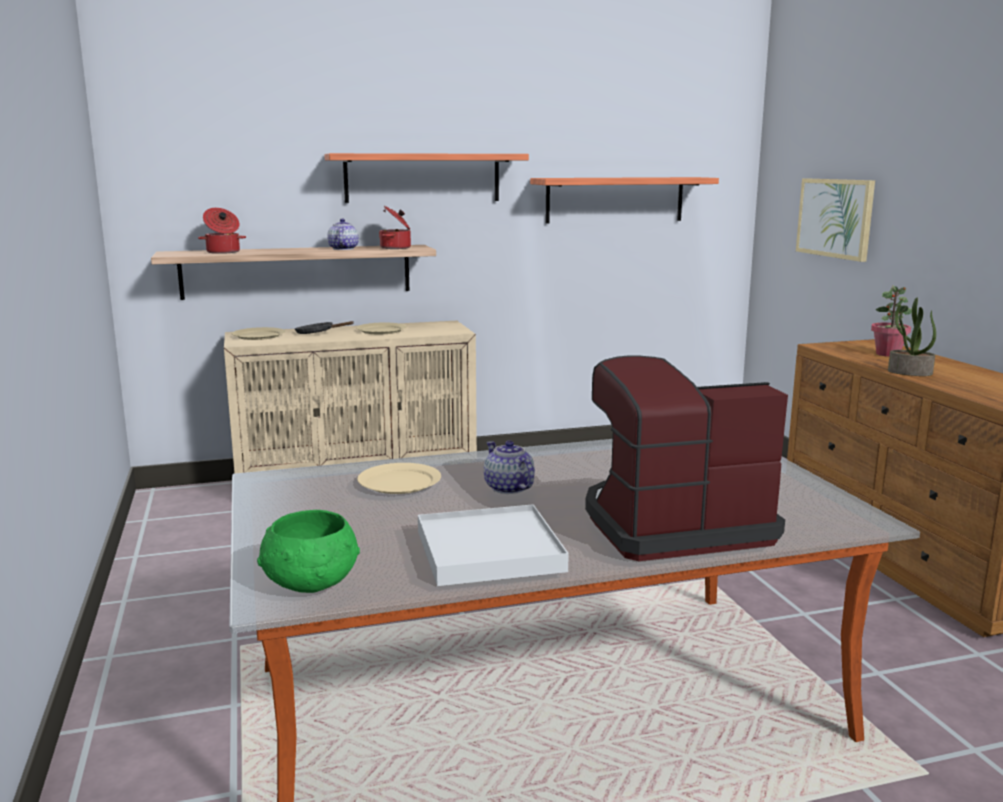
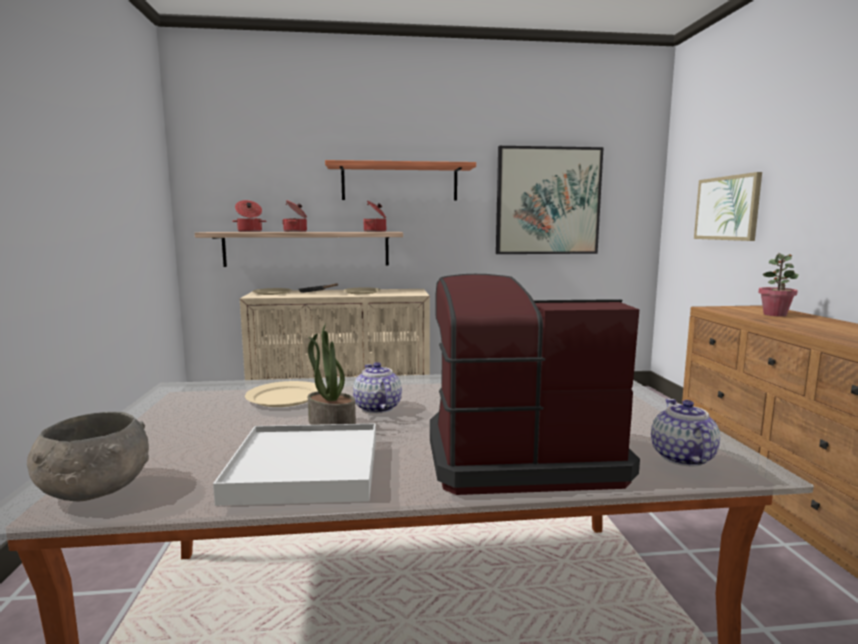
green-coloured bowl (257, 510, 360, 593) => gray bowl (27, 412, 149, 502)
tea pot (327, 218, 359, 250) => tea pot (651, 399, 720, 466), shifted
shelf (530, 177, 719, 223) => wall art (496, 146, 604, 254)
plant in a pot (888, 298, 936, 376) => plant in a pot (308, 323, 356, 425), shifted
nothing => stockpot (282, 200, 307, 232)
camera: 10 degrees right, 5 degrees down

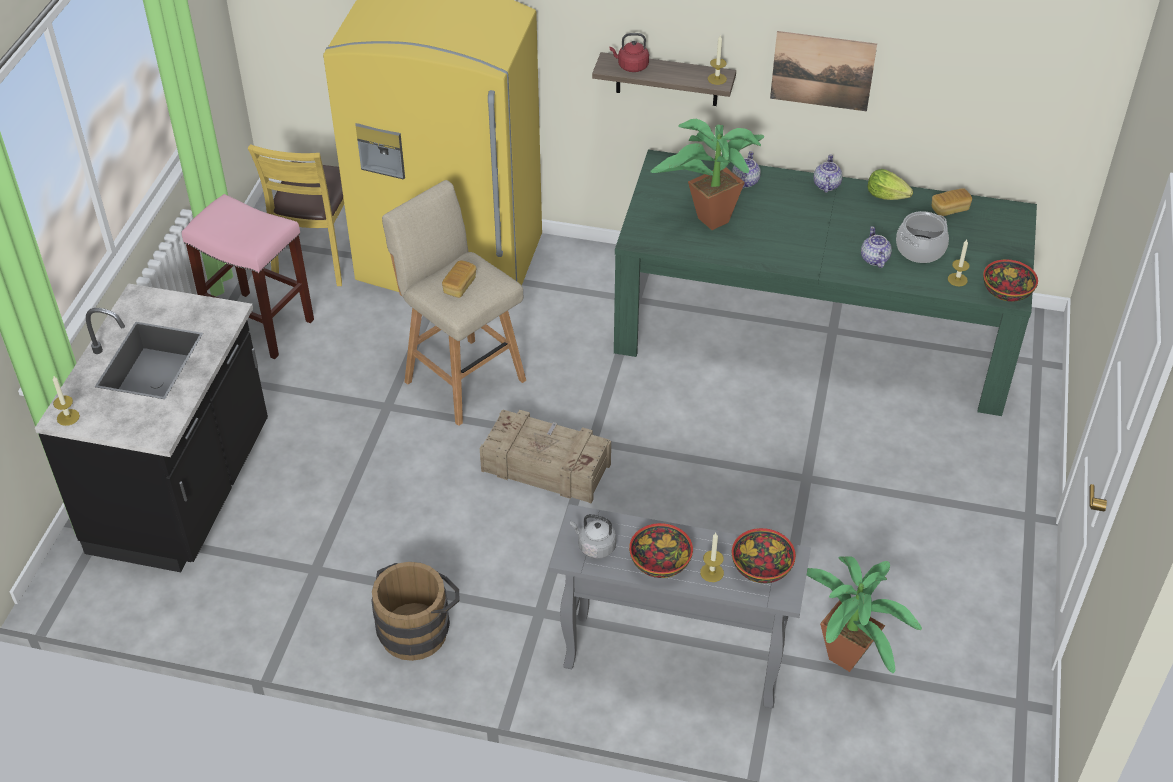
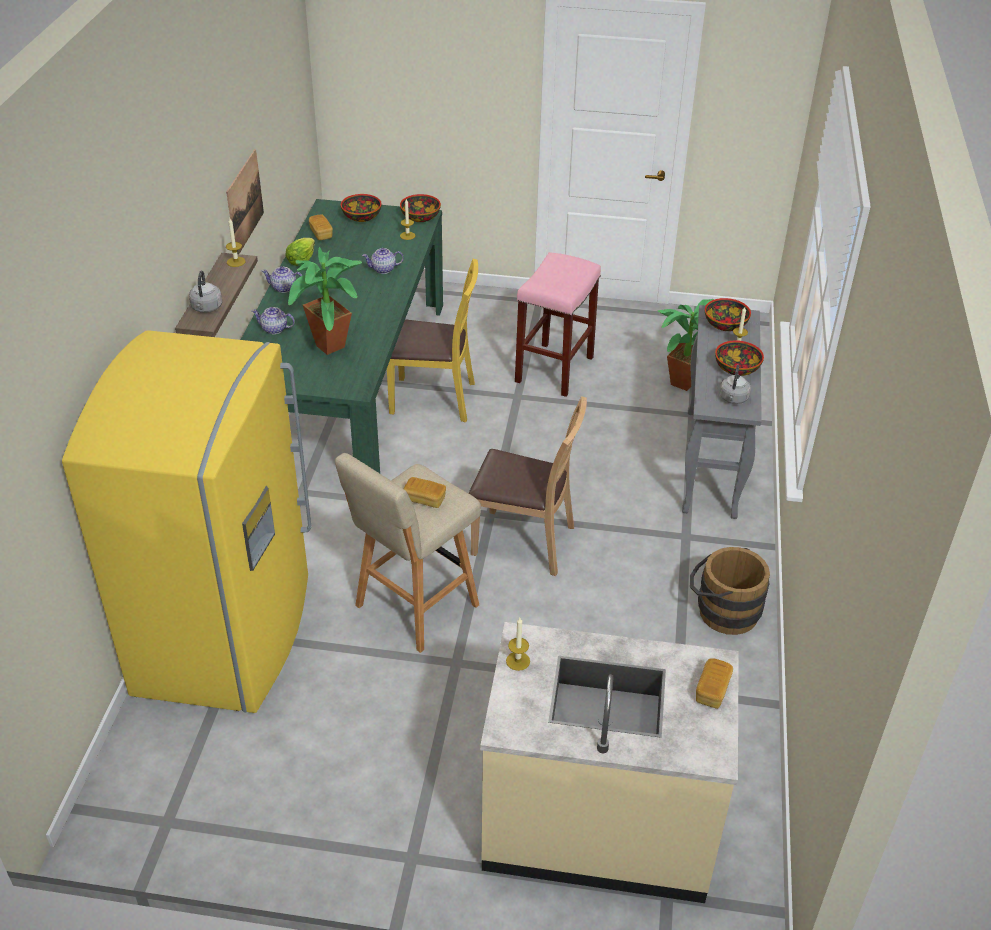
black-coloured kitchen counter (35, 283, 268, 572) => sand-coloured kitchen counter (480, 622, 739, 903)
wax candle (53, 376, 80, 426) => wax candle (506, 618, 530, 671), shifted
pinkish stool (182, 194, 314, 359) => pinkish stool (515, 252, 601, 397), shifted
yellowish plain chair (247, 144, 344, 286) => yellowish plain chair (387, 259, 478, 422), shifted
packing crate (480, 410, 611, 503) => brown plain chair (469, 396, 587, 576)
red-coloured tea kettle (610, 33, 649, 72) => gray tea kettle (189, 271, 222, 313)
stockpot (896, 211, 949, 263) => nothing
nothing => bowl (341, 194, 382, 222)
nothing => baked bread (696, 658, 733, 709)
camera: 95 degrees left, 5 degrees down

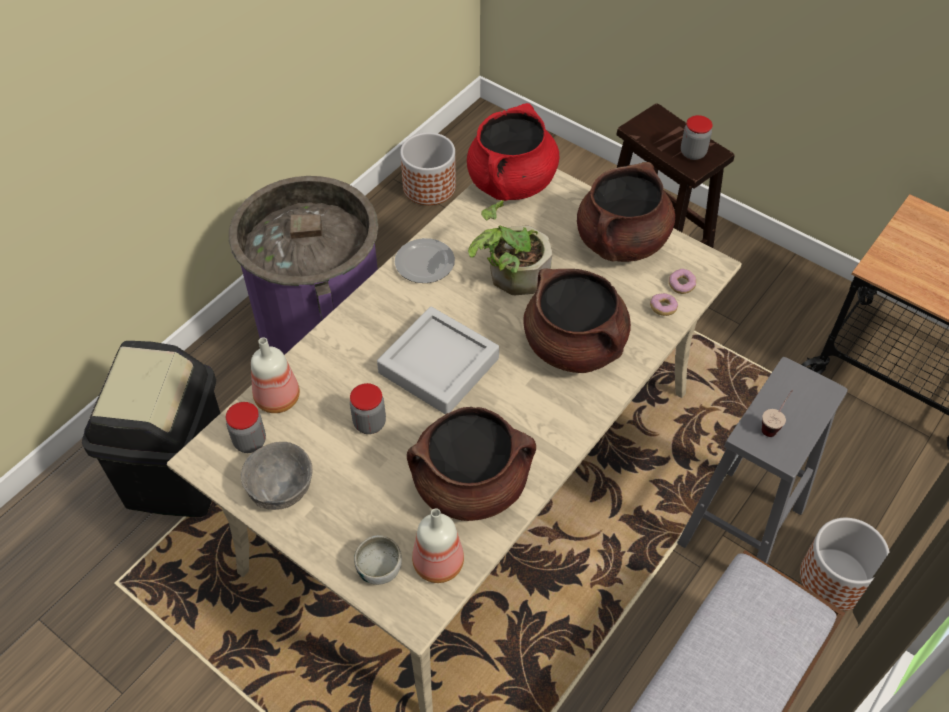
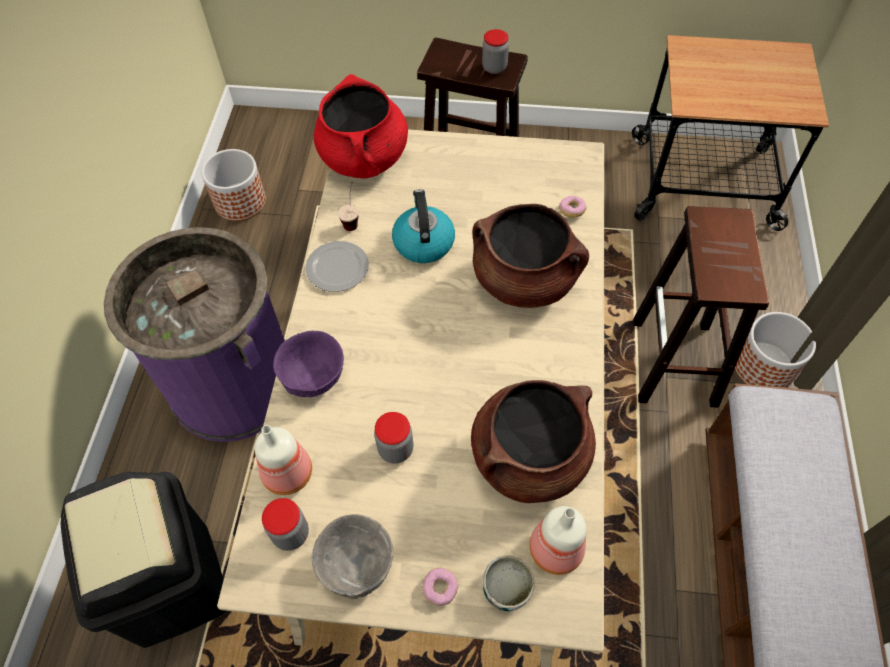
gray carrying tray (377, 307, 499, 414) => nothing
plant in a pot (468, 200, 552, 295) => tea kettle (392, 189, 455, 263)
brown stockpot (577, 162, 675, 262) => nothing
donut (669, 269, 696, 294) => donut (422, 568, 458, 606), shifted
gray stool (677, 357, 848, 563) => brown stool (633, 206, 769, 408)
cup (762, 389, 793, 437) => cup (338, 182, 359, 231), shifted
nothing => purplish bowl (273, 331, 344, 397)
camera: 30 degrees left, 5 degrees up

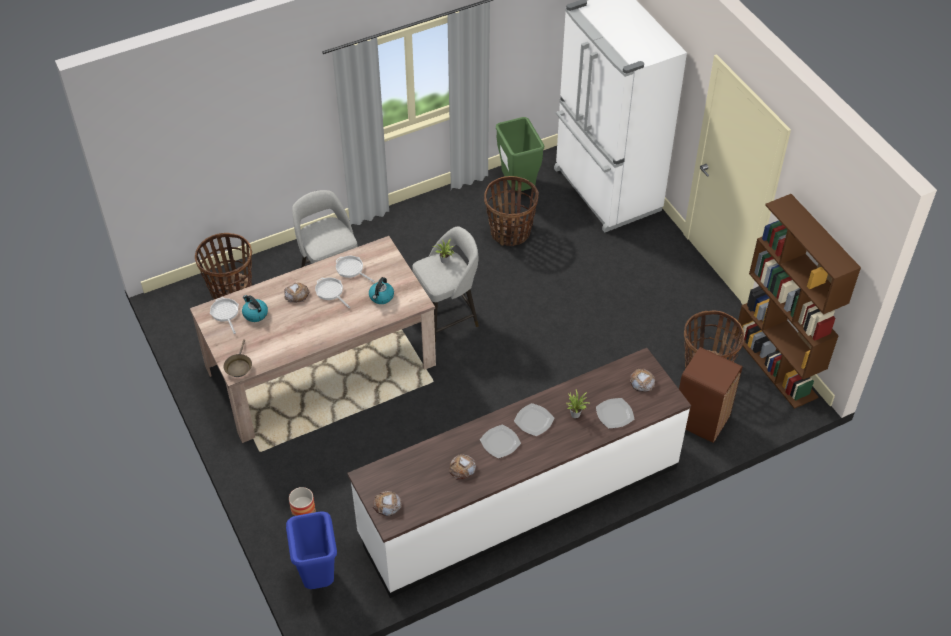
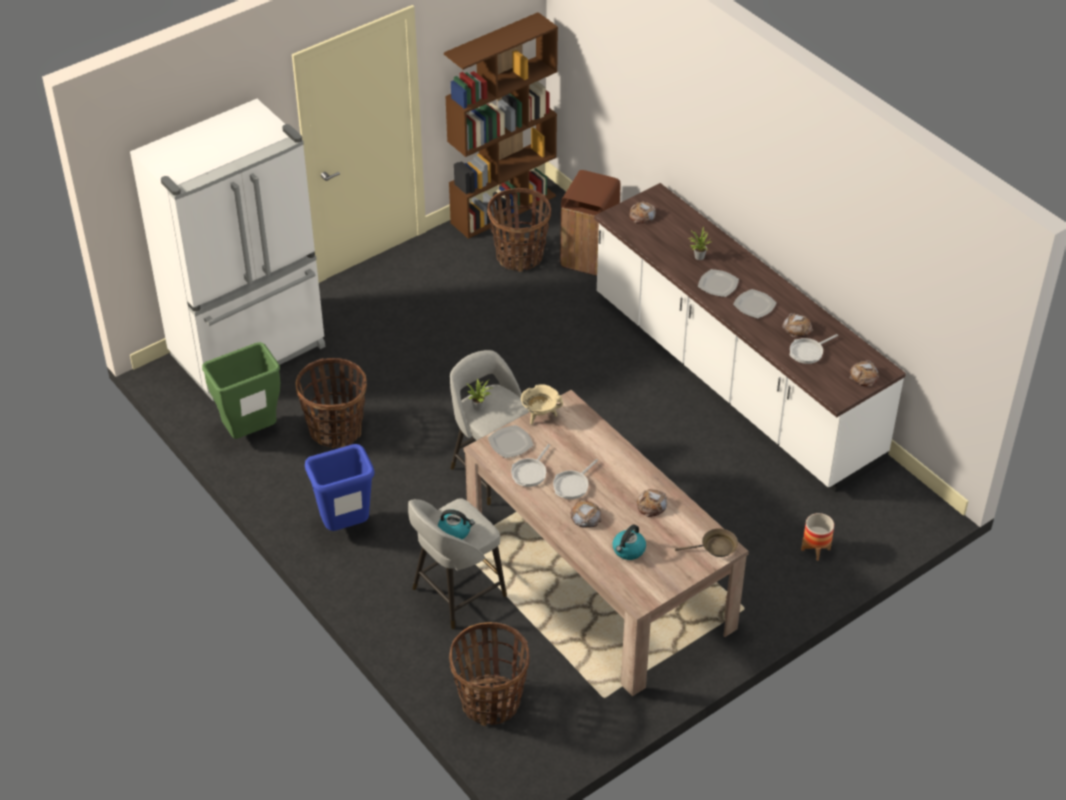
skillet (210, 297, 239, 334) => skillet (789, 334, 838, 364), shifted
bluish rubbish bin (286, 511, 337, 589) => bluish rubbish bin (305, 444, 375, 531), shifted
tea kettle (369, 277, 394, 304) => tea kettle (438, 509, 475, 539), shifted
flat dish (596, 398, 634, 428) => flat dish (488, 425, 533, 458), shifted
nothing => sand-coloured stockpot (521, 384, 563, 425)
nothing => baked bread (637, 489, 667, 517)
camera: 100 degrees left, 5 degrees down

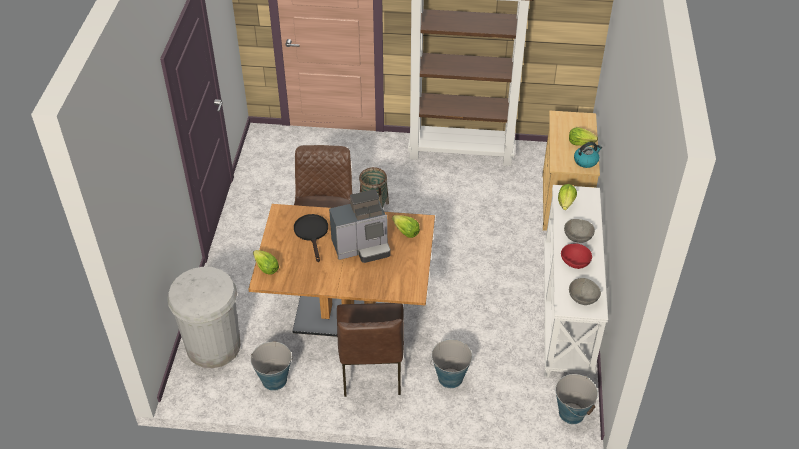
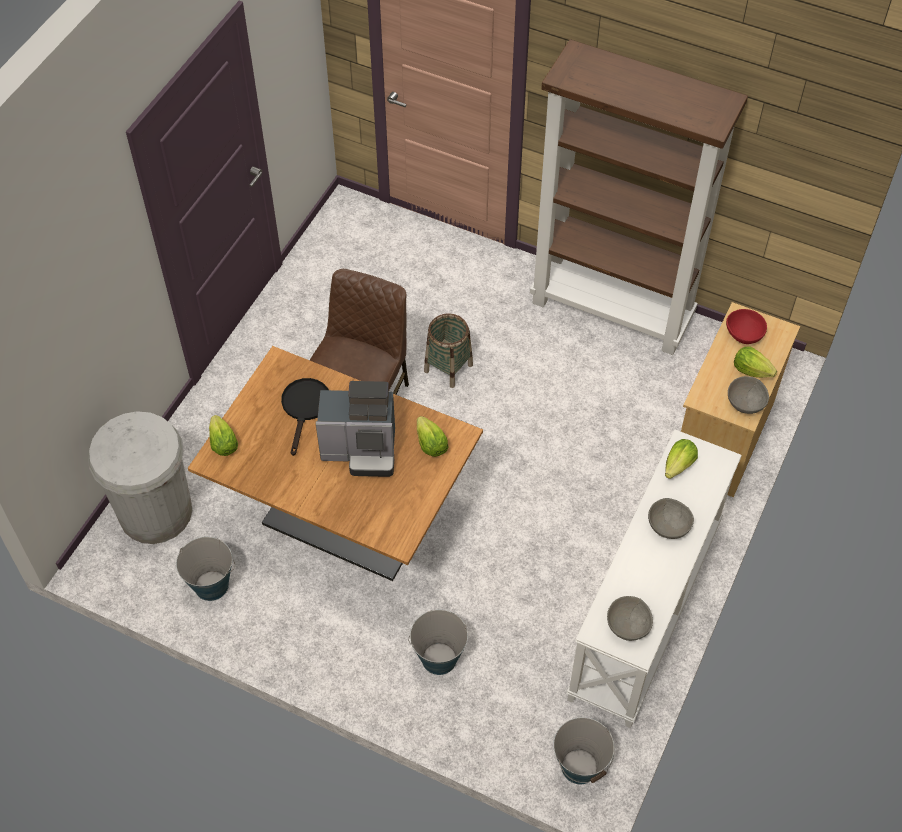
brown plain chair (337, 303, 404, 397) => nothing
red-coloured bowl (561, 244, 592, 269) => red-coloured bowl (726, 309, 767, 344), shifted
tea kettle (574, 142, 602, 168) => gray bowl (728, 376, 769, 414)
camera: 20 degrees right, 10 degrees up

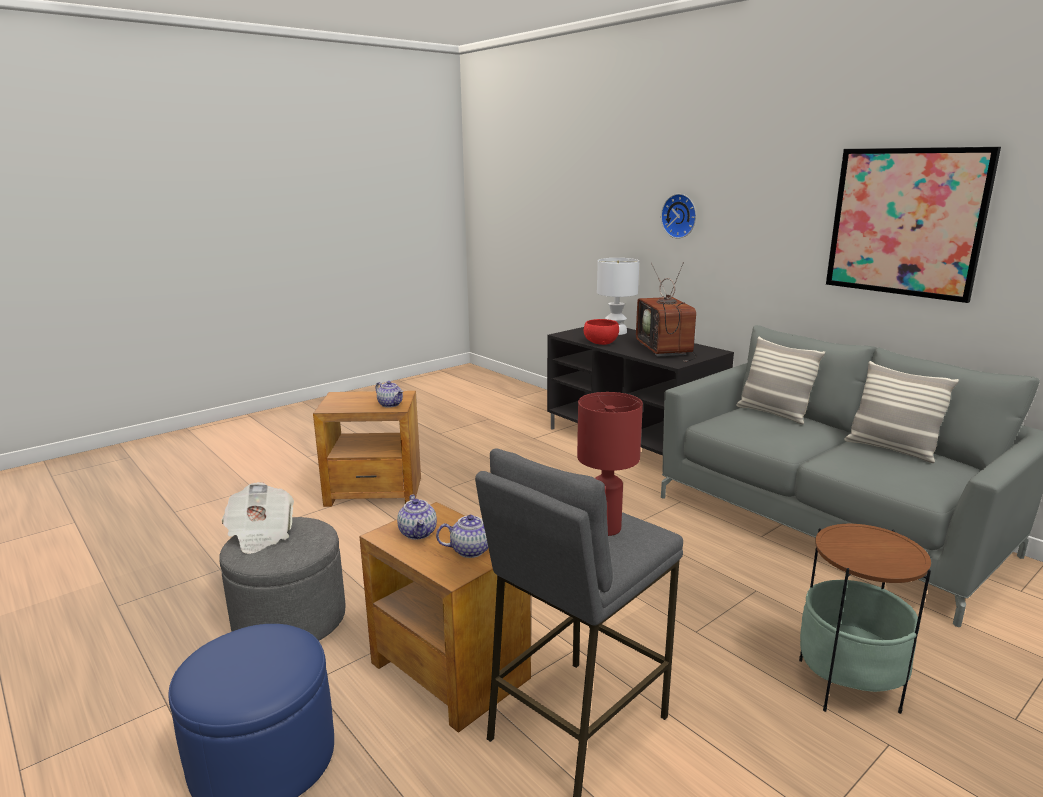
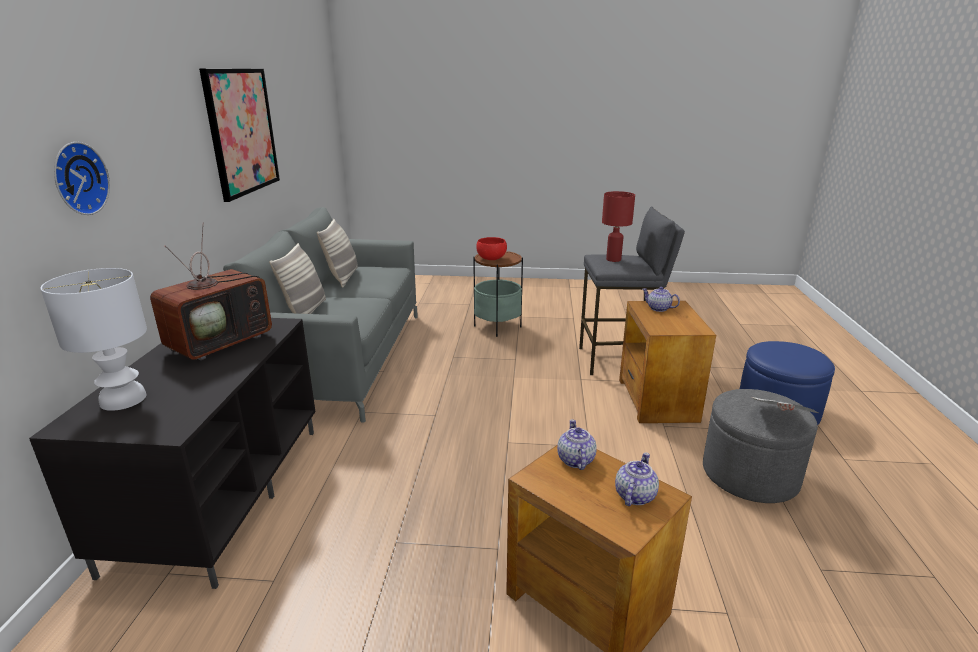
tea pot (397, 494, 437, 540) => tea pot (615, 452, 659, 506), shifted
red-coloured bowl (584, 319, 619, 345) => red-coloured bowl (476, 237, 507, 260), shifted
camera: 135 degrees left, 5 degrees up

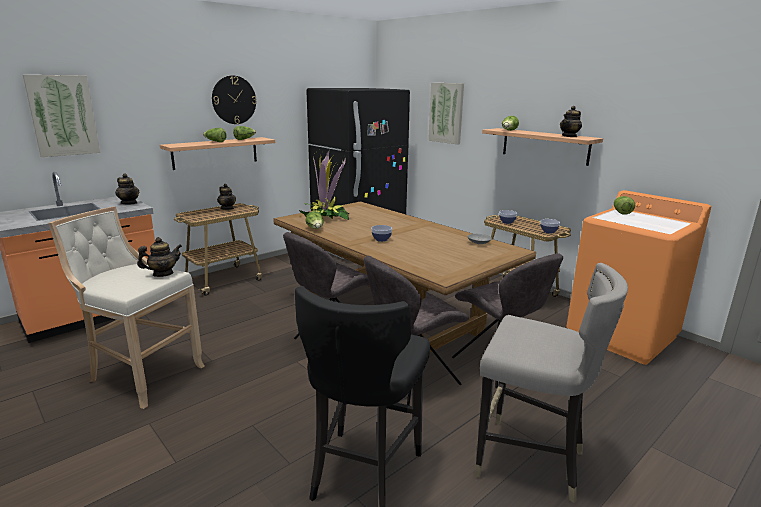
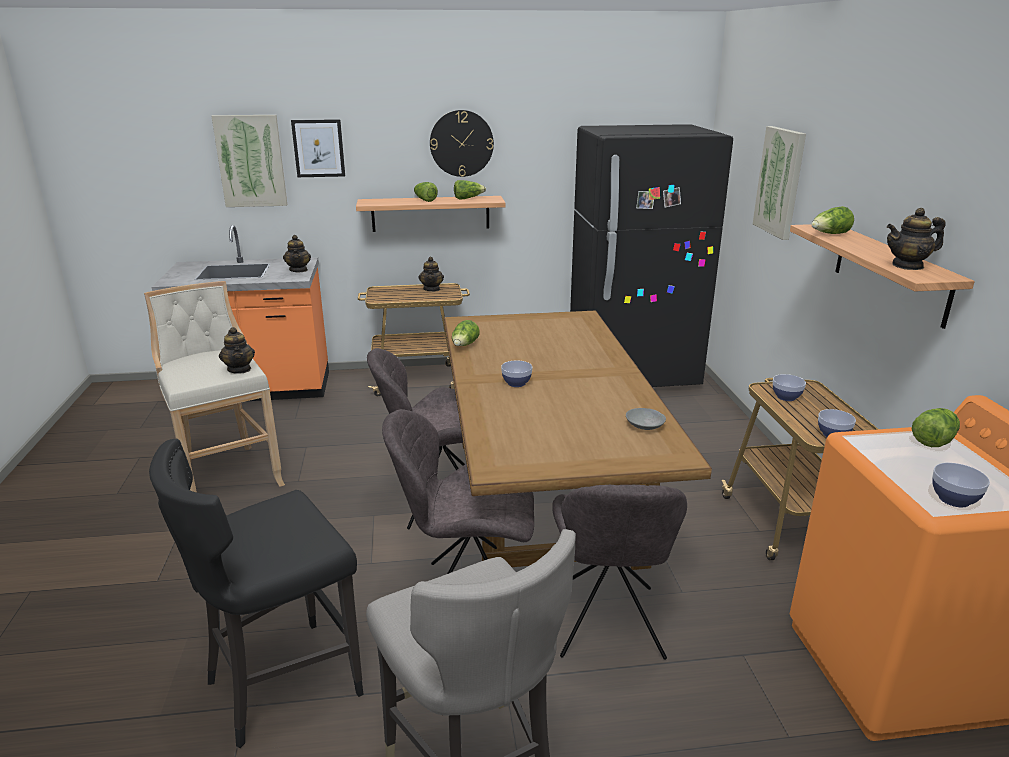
tea pot (137, 237, 182, 277) => tea pot (219, 327, 255, 374), 60 degrees clockwise
plant in a pot (299, 150, 349, 220) => nothing
nothing => wall art (291, 119, 345, 177)
nothing => bowl (932, 463, 990, 507)
camera: 35 degrees right, 5 degrees up

